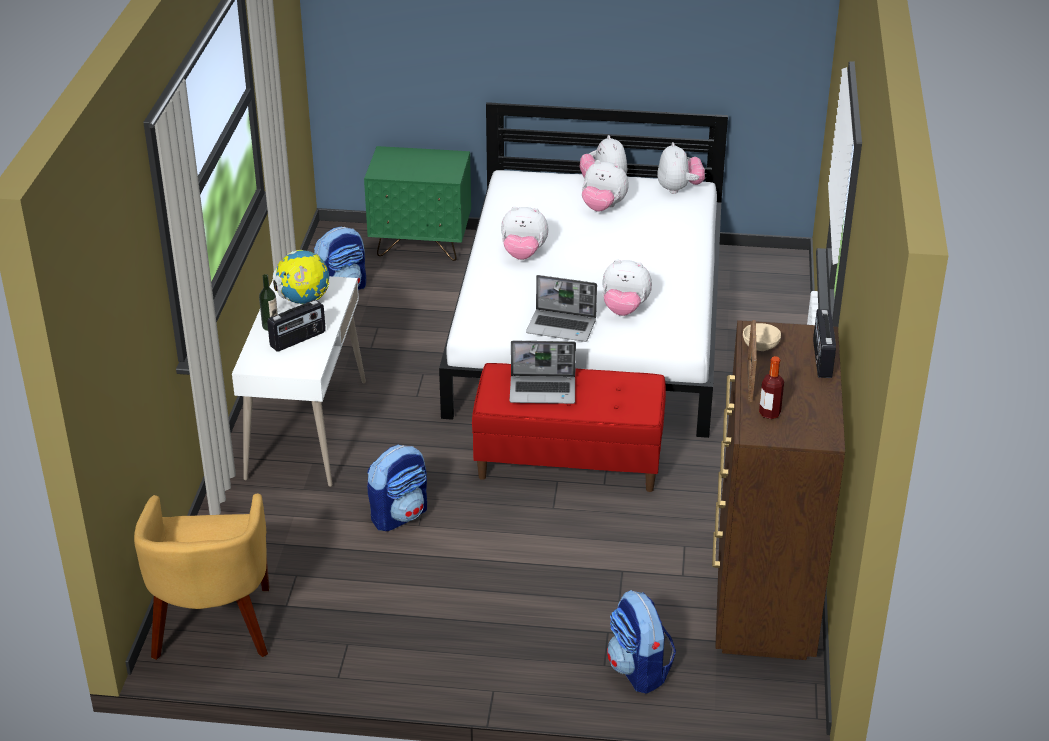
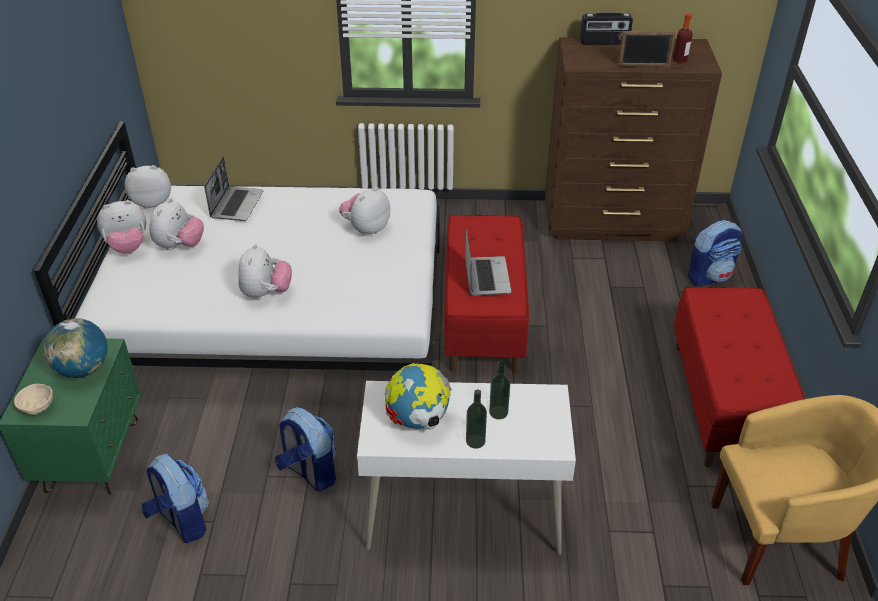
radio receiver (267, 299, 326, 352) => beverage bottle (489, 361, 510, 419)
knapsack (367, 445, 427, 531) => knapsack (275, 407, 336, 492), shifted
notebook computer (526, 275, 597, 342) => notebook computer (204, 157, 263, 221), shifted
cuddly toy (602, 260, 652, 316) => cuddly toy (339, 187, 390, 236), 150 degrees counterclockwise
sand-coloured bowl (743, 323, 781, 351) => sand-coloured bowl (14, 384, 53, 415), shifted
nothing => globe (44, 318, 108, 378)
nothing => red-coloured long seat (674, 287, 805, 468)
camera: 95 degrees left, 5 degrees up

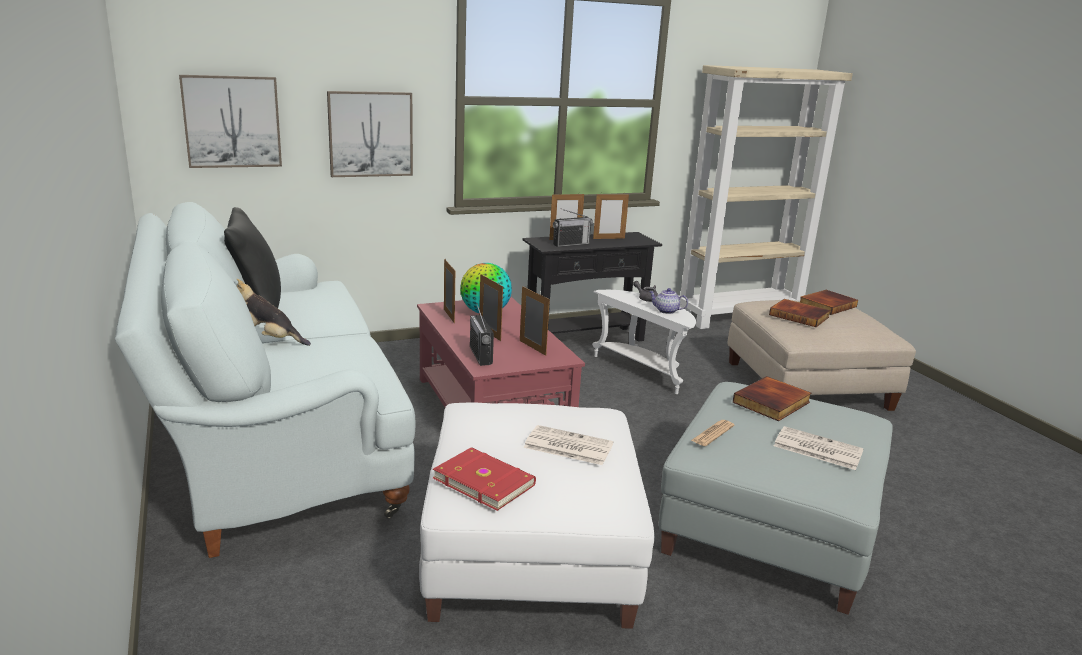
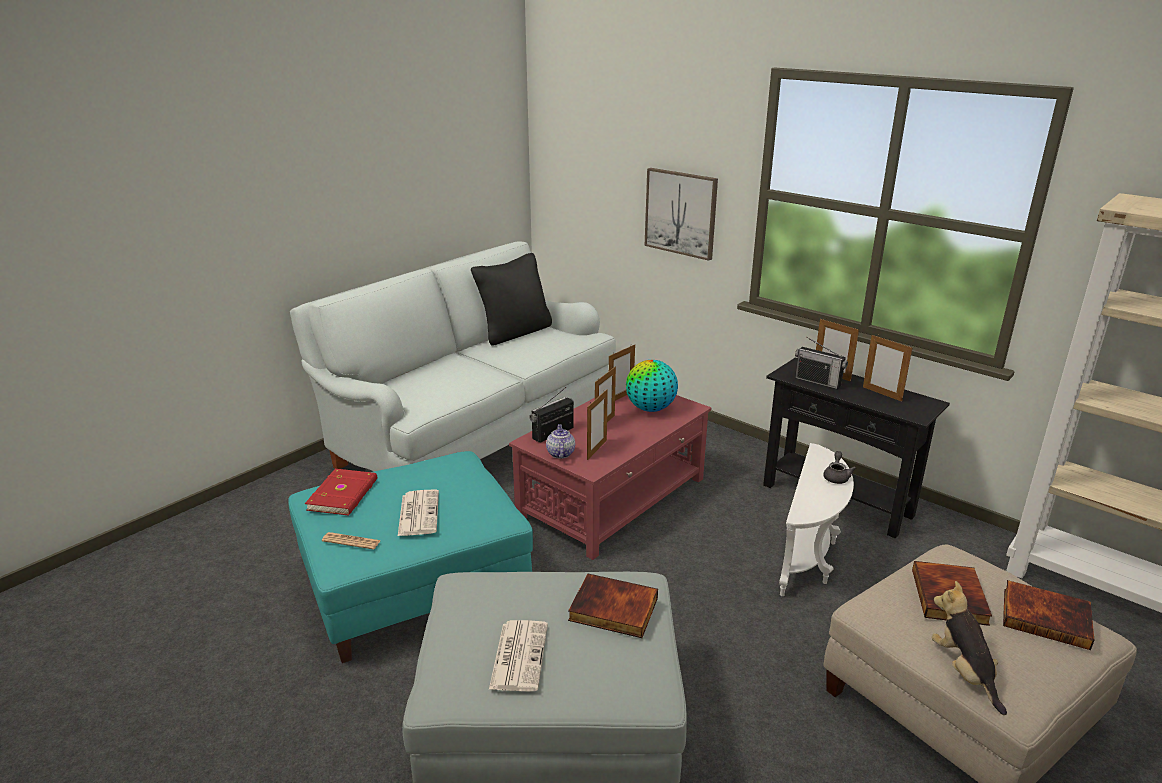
wall art (179, 75, 282, 168) => nothing
cuddly toy (237, 279, 311, 346) => cuddly toy (932, 581, 1007, 715), shifted
whitish footrest (419, 402, 655, 629) => turquoise footrest (288, 451, 533, 663)
tea pot (649, 288, 688, 314) => tea pot (546, 424, 575, 459), shifted
newspaper (691, 420, 734, 446) => newspaper (322, 532, 381, 550), shifted
camera: 65 degrees right, 5 degrees up

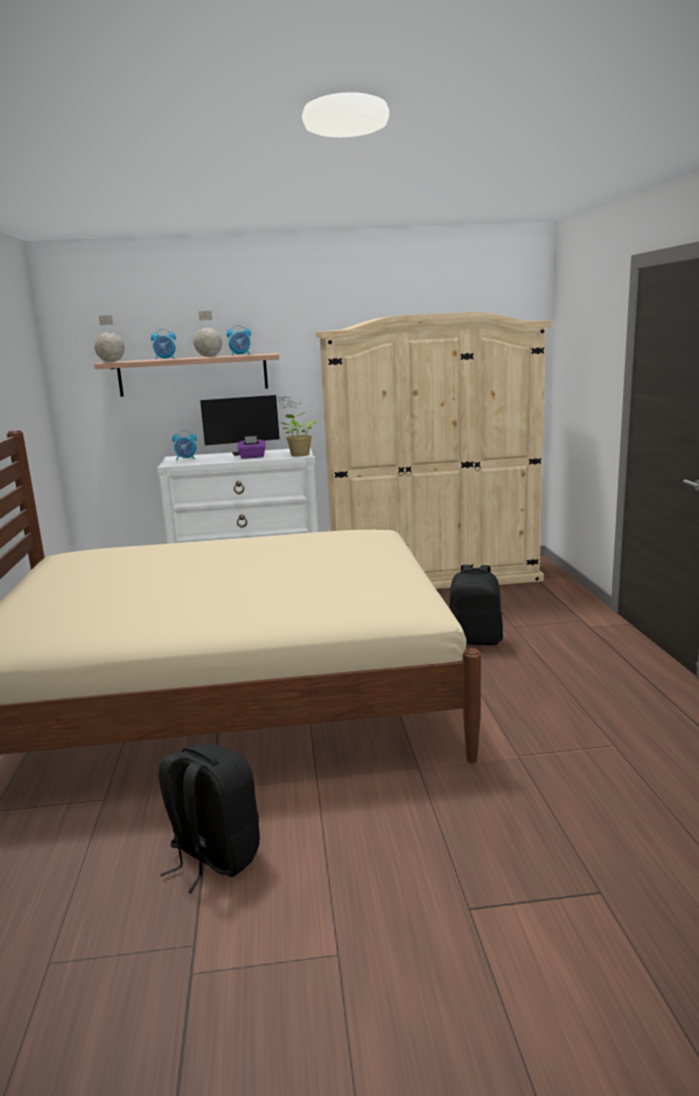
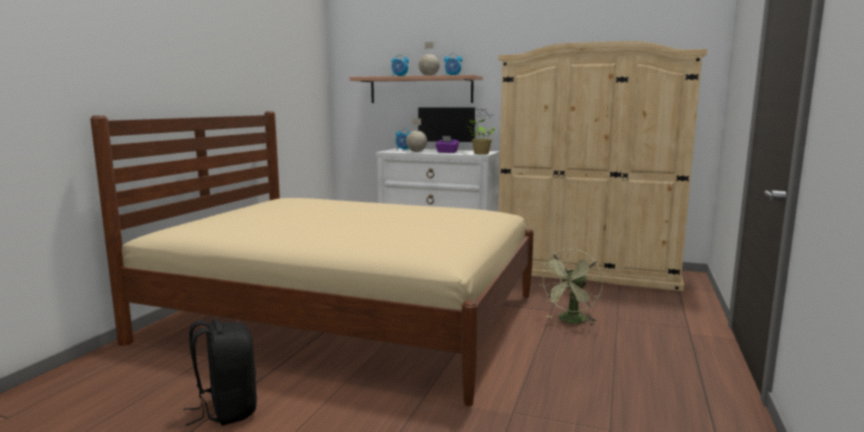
globe (94, 315, 125, 362) => globe (406, 118, 427, 152), shifted
black-coloured knapsack (449, 565, 503, 646) => green-coloured cooling fan (539, 249, 603, 325)
camera: 25 degrees right, 5 degrees down

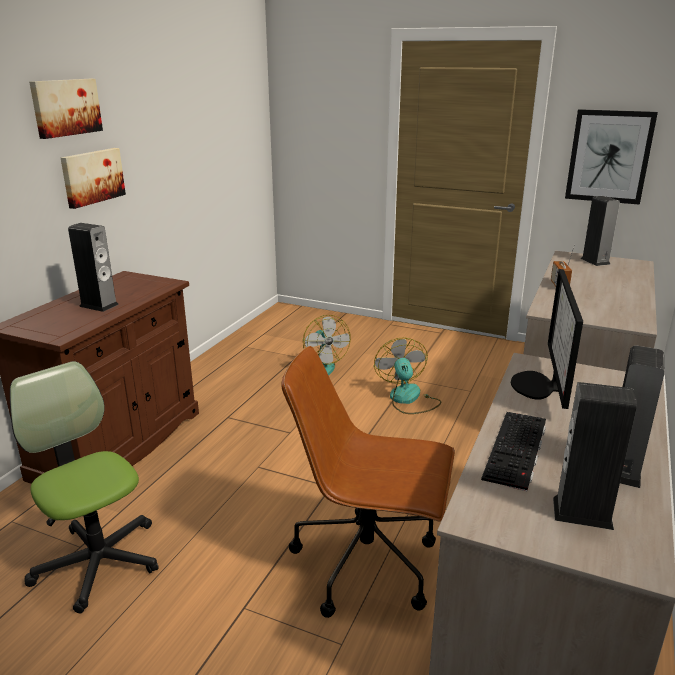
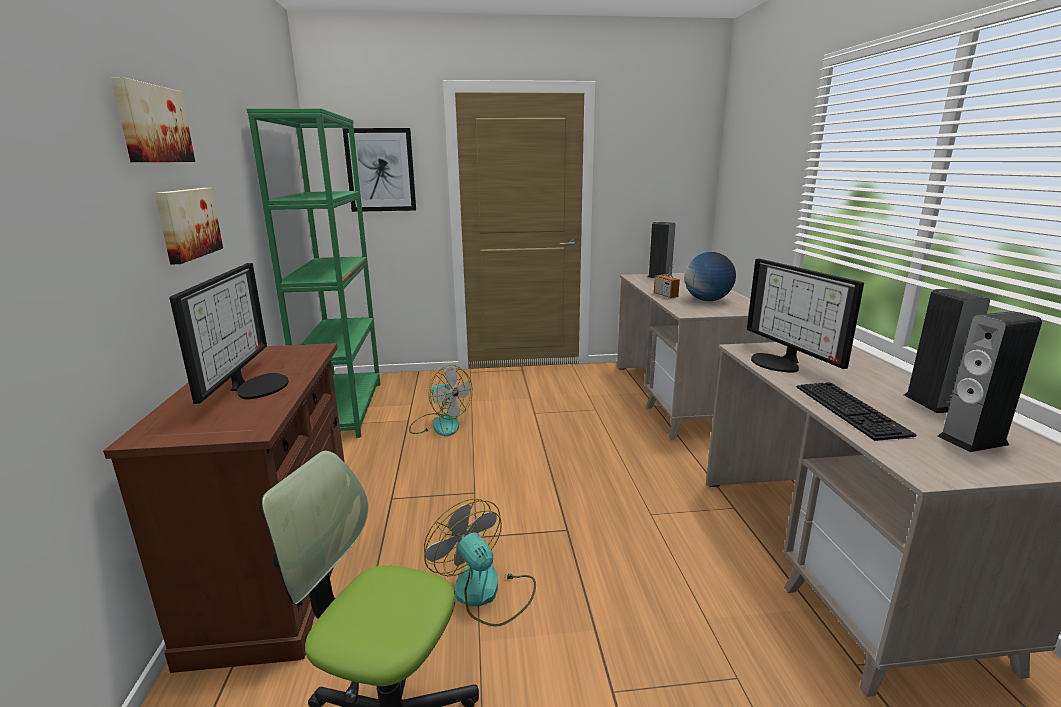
audio speaker (68, 223, 119, 312) => computer screen (169, 263, 289, 404)
brown desk chair (281, 346, 455, 618) => nothing
cooling fan (374, 337, 441, 414) => cooling fan (424, 499, 536, 627), shifted
wall art (565, 109, 658, 205) => wall art (342, 128, 416, 212), shifted
nothing => green-coloured bookshelf (247, 108, 381, 438)
nothing => globe (684, 252, 736, 301)
camera: 30 degrees left, 5 degrees down

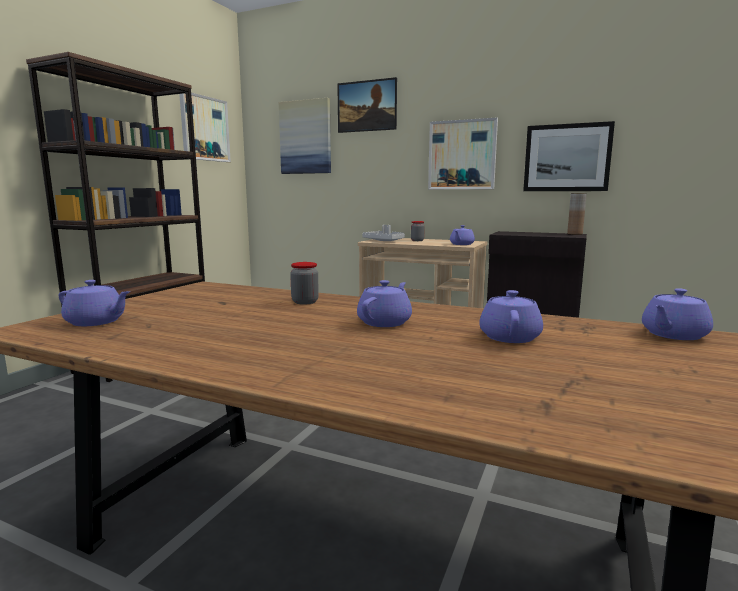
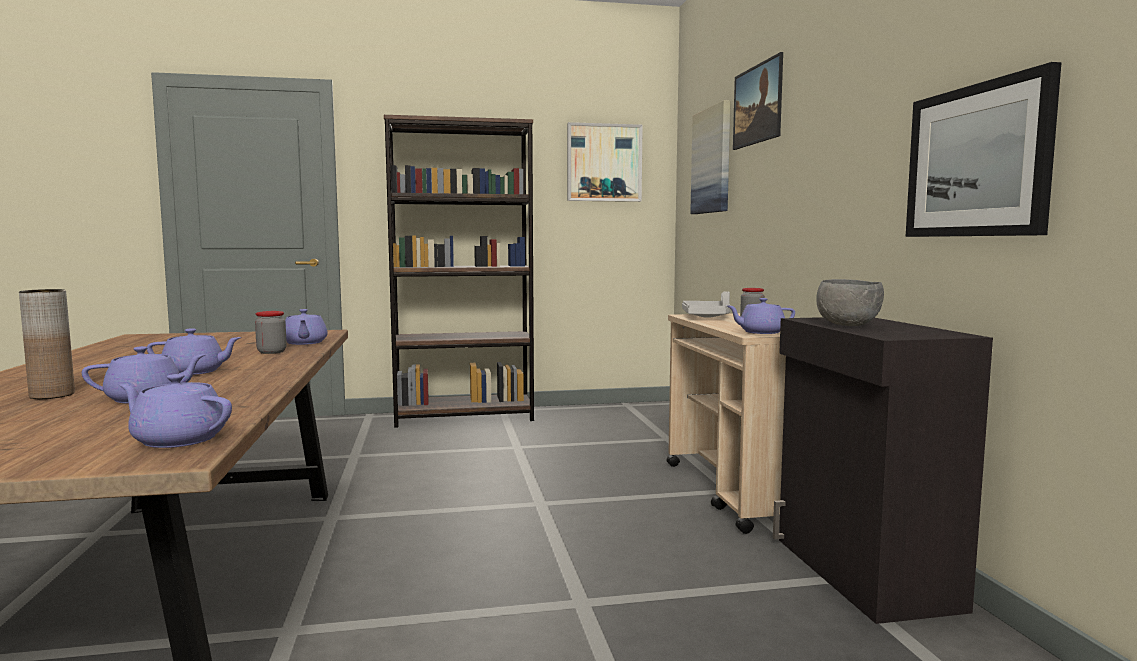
purplish tea pot (59, 280, 130, 326) => purplish tea pot (285, 309, 328, 345), shifted
wall art (428, 118, 498, 189) => nothing
brown decorative vase (567, 193, 586, 235) => brown decorative vase (19, 289, 75, 399), shifted
nothing => gray bowl (816, 279, 884, 326)
camera: 55 degrees right, 5 degrees down

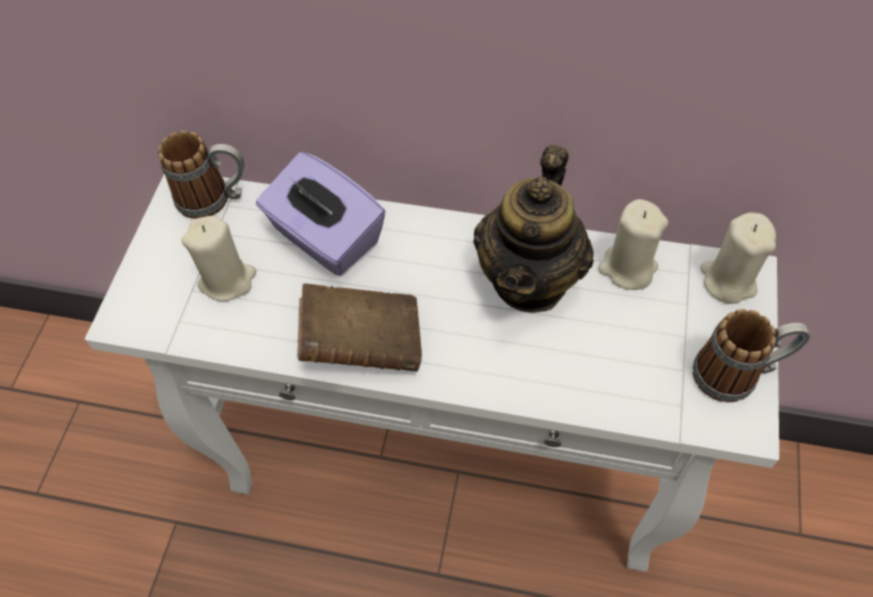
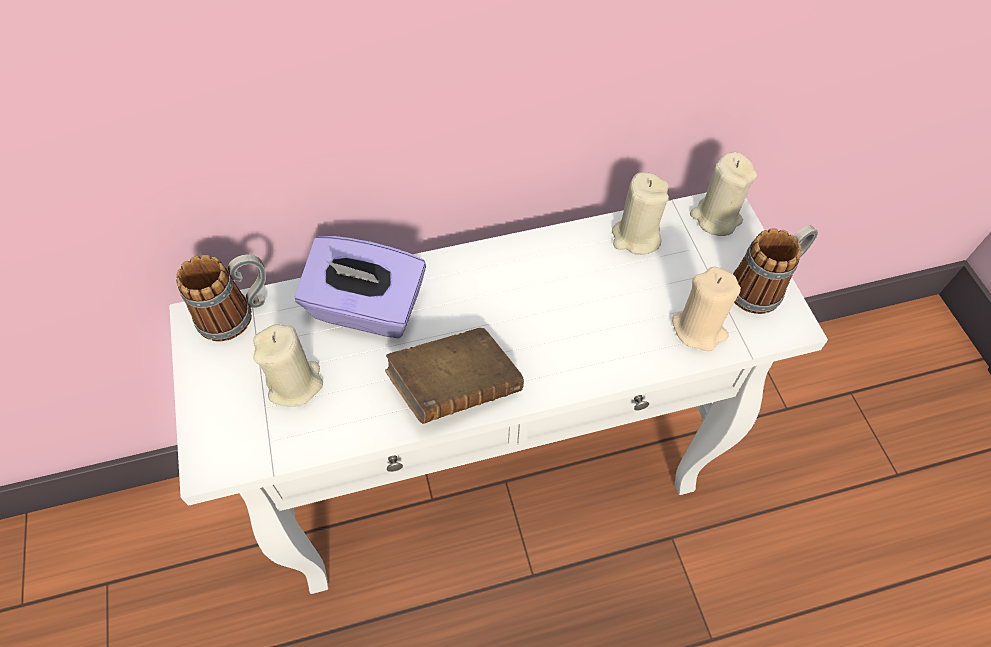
tea pot (473, 145, 594, 313) => nothing
nothing => sand-coloured wax candle (672, 266, 741, 351)
camera: 30 degrees left, 0 degrees up

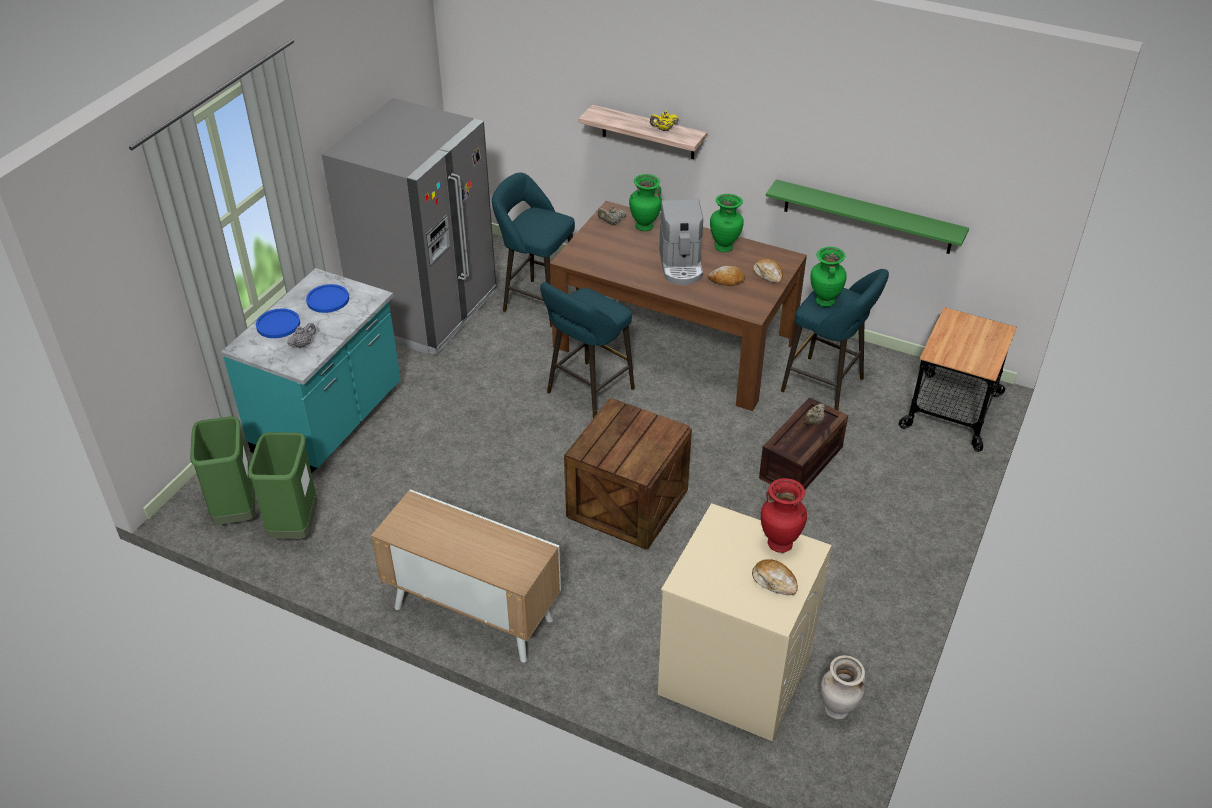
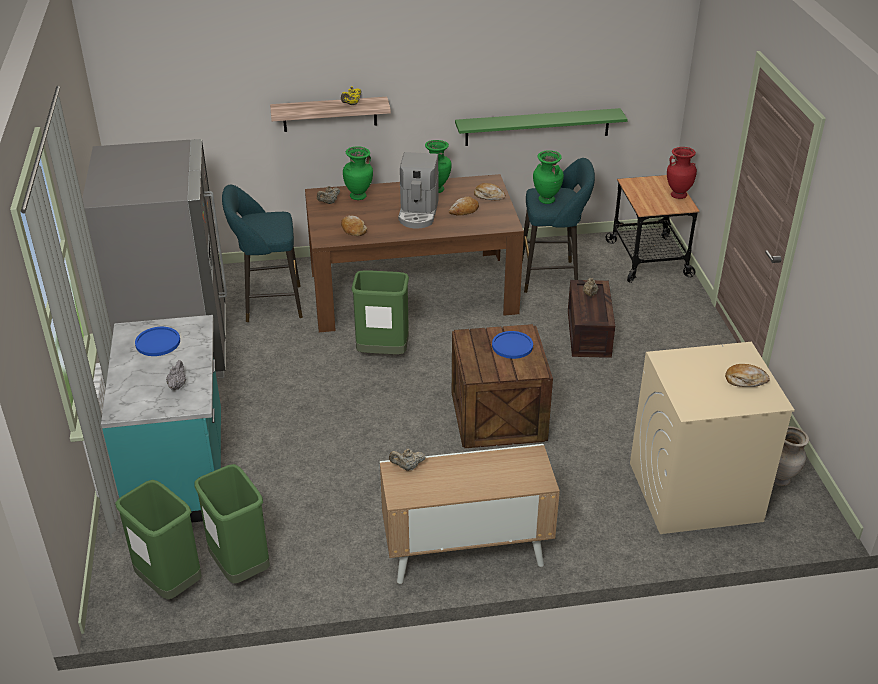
bluish flat dish (256, 308, 300, 338) => bluish flat dish (492, 331, 533, 359), shifted
turquoise stool (540, 282, 635, 418) => green-coloured rubbish bin (351, 270, 409, 354)
coffee machine (659, 199, 703, 285) => coffee machine (398, 152, 439, 229), 45 degrees clockwise
red-coloured decorative vase (761, 478, 807, 553) => red-coloured decorative vase (667, 147, 697, 199), shifted
nothing => baked bread (341, 216, 367, 236)
nothing => sand-coloured tea pot (389, 449, 425, 471)
camera: 35 degrees left, 5 degrees down

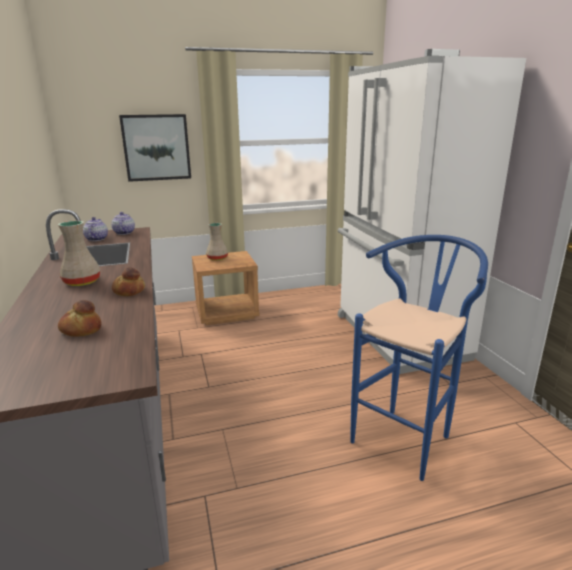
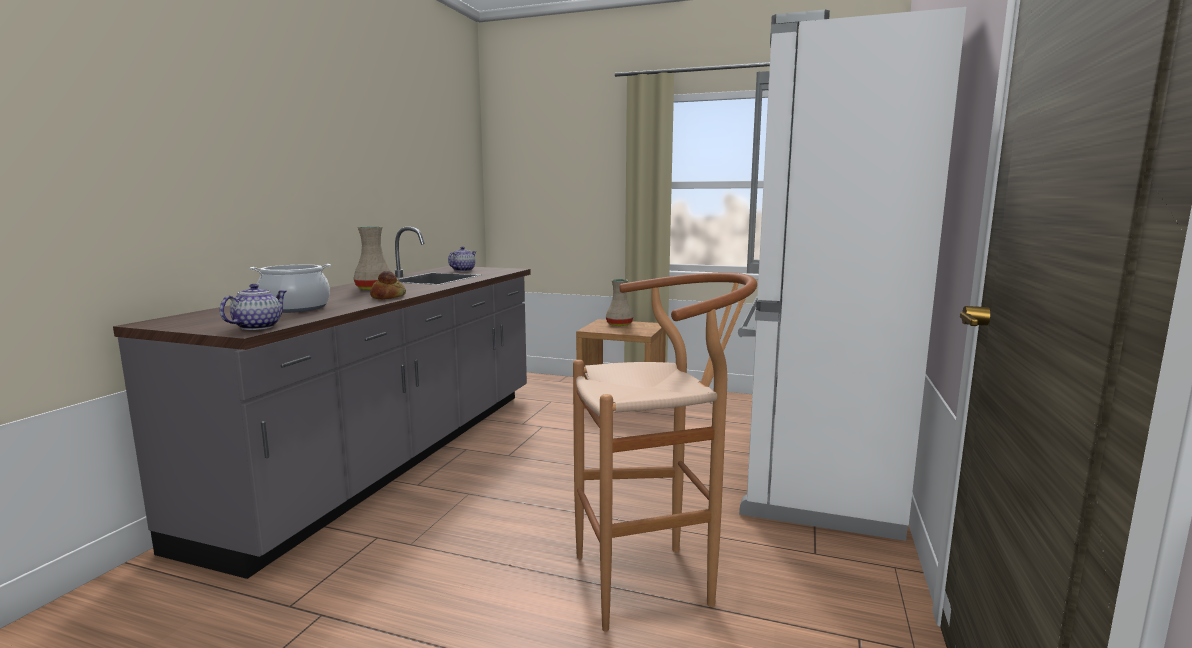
baked bread (58, 300, 101, 337) => stockpot (250, 264, 331, 313)
tea pot (111, 212, 135, 235) => tea pot (219, 284, 286, 330), shifted
wall art (119, 114, 191, 182) => nothing
bluish stool (351, 235, 488, 481) => brown stool (573, 272, 757, 632)
camera: 35 degrees right, 10 degrees down

